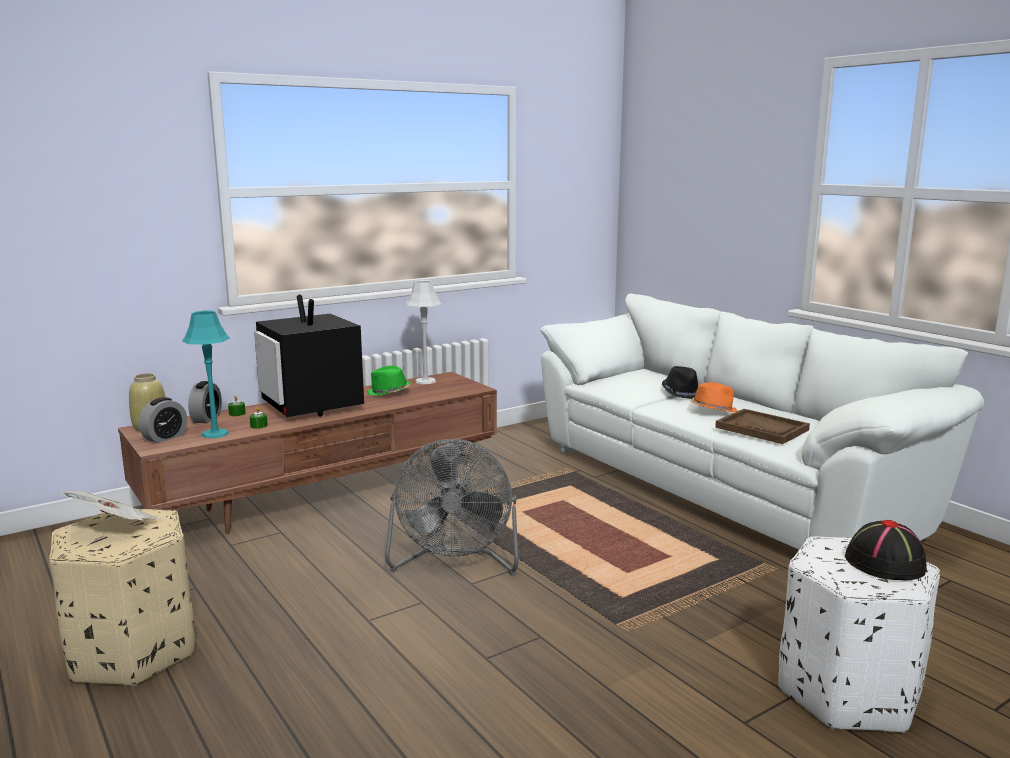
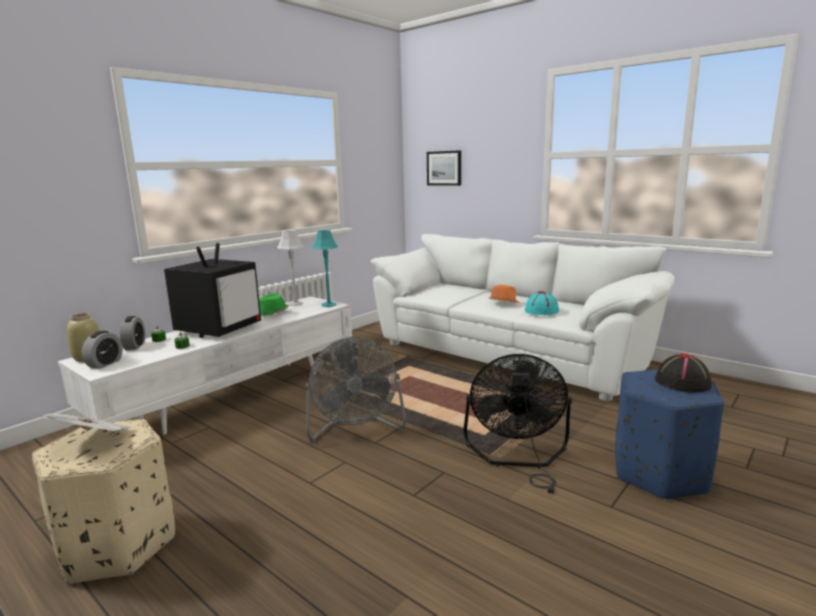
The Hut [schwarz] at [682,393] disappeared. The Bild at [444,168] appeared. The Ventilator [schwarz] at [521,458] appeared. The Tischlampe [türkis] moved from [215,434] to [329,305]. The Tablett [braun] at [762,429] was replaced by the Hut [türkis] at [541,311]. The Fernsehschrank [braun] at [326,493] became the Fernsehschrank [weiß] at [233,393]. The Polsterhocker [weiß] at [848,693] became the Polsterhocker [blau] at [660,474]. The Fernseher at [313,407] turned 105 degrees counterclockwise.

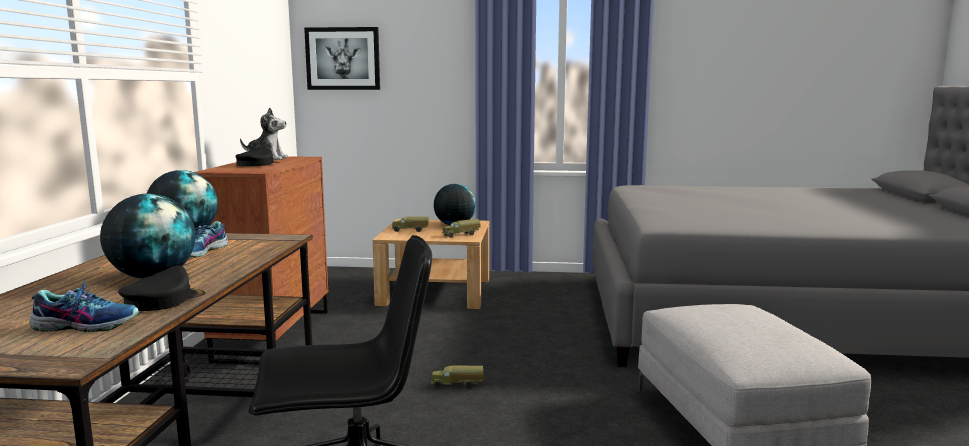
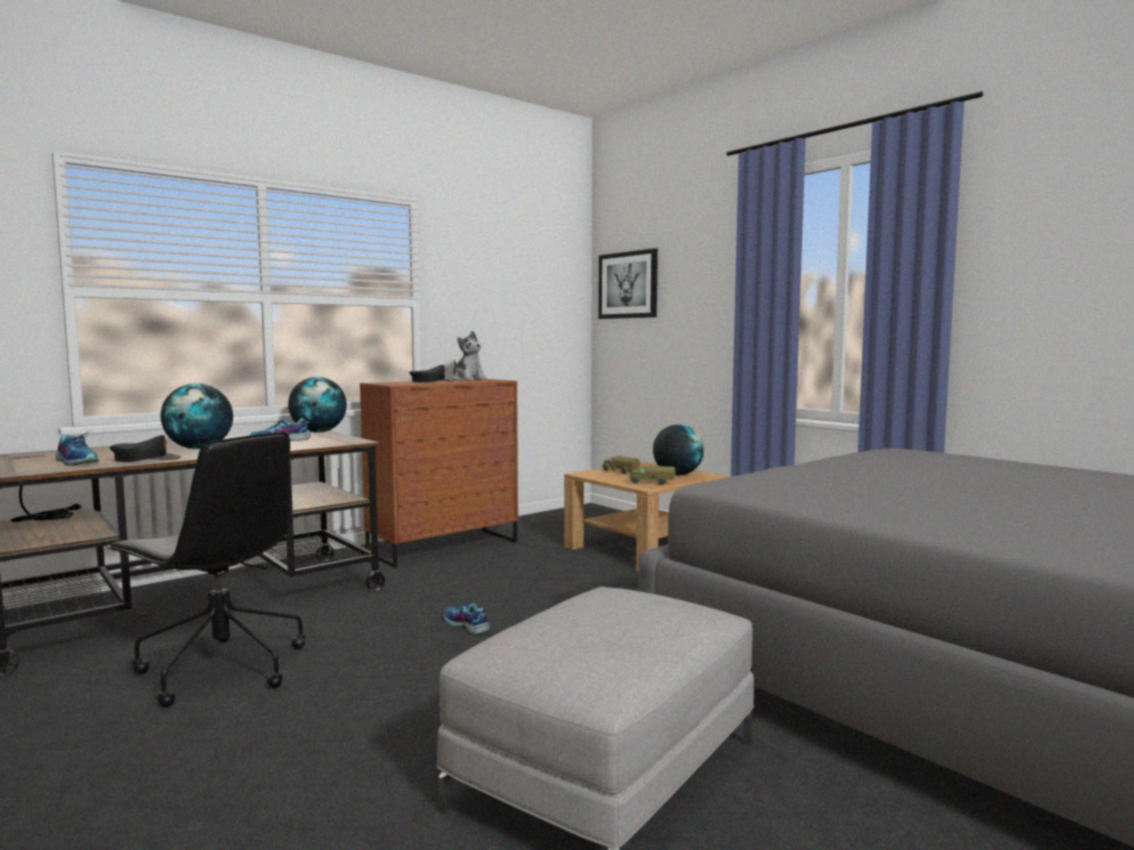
The Spielzeuglaster at [457,385] was replaced by the Schuh at [466,626].

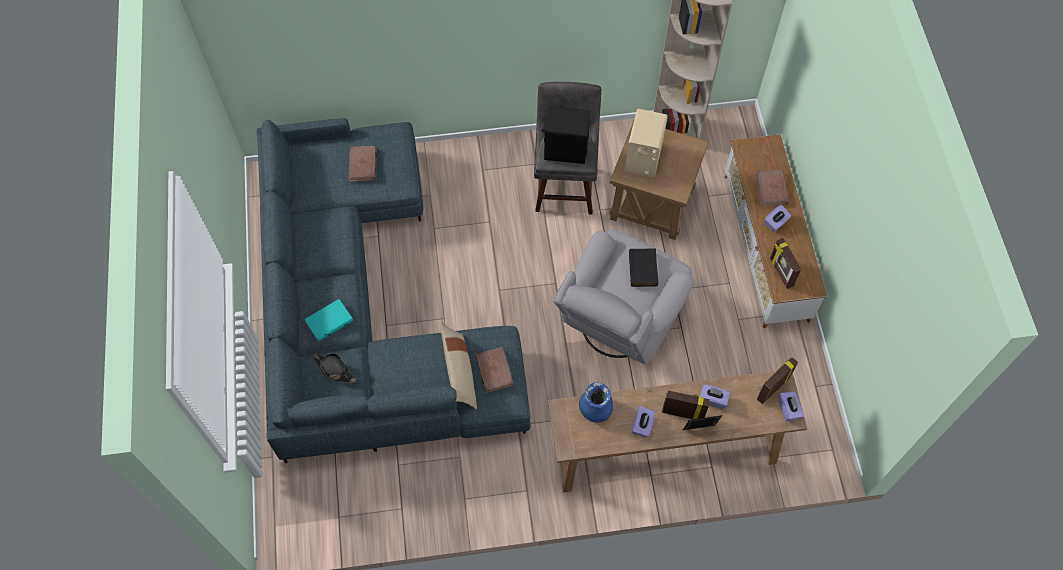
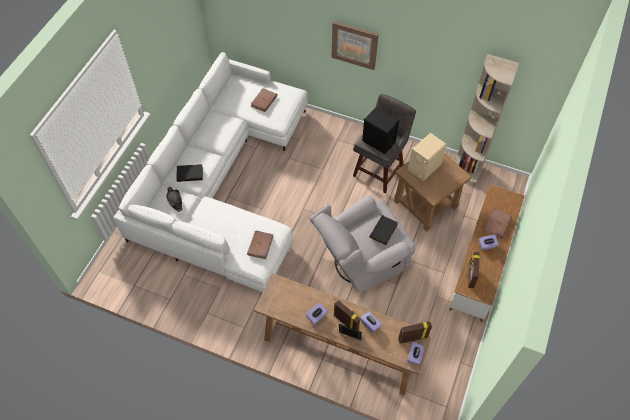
The Kissen [beige] at [459,372] disappeared. The Vase [blau] at [595,410] disappeared. The Bild at [354,44] appeared. The Sofa [blau] at [364,310] became the Sofa [weiß] at [222,183]. The Buch [türkis] at [329,320] became the Buch [schwarz] at [190,173].

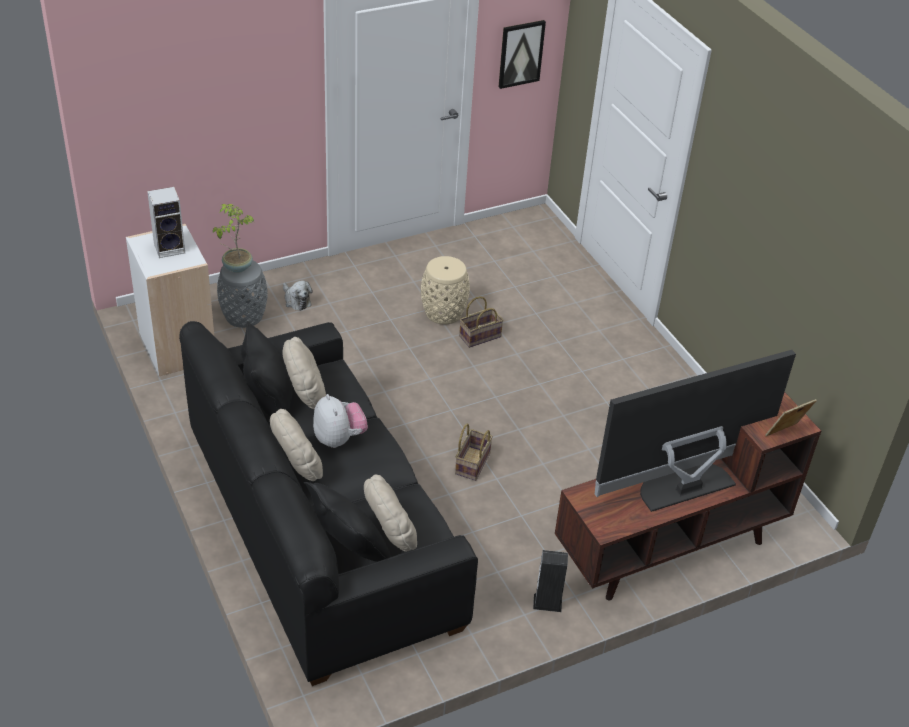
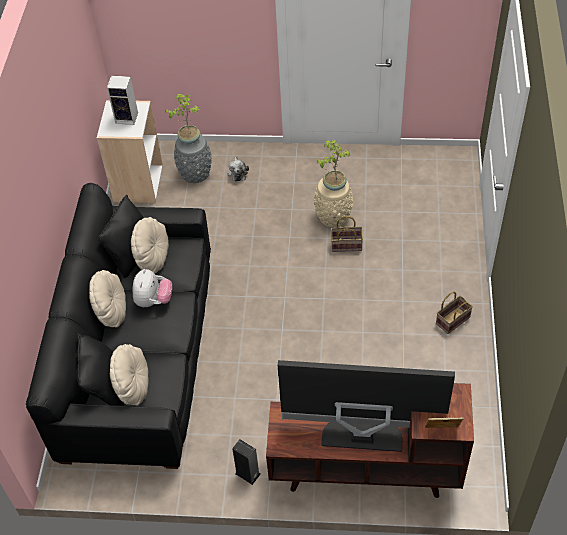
The Bild at [520,53] disappeared. The Topfpflanze at [334,185] appeared. The Korb moved from [472,462] to [453,319].

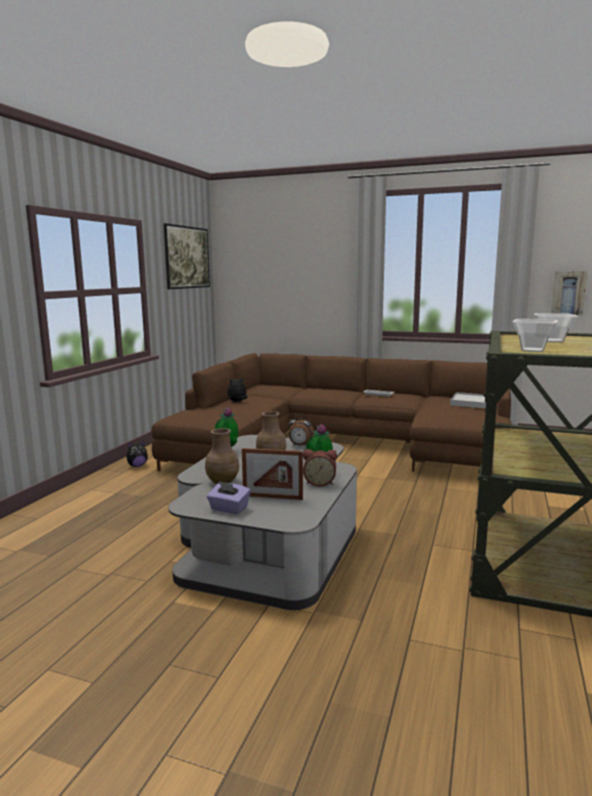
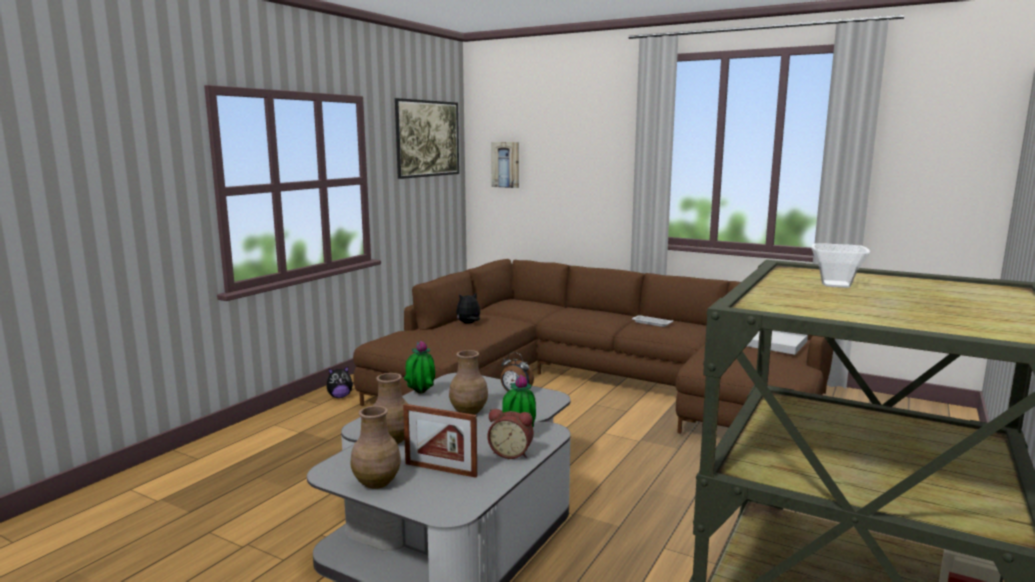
The Schüssel at [533,350] disappeared. The Bild moved from [568,293] to [506,164]. The Taschentuchbox [lila] at [228,509] was replaced by the Vase [braun] at [377,482].

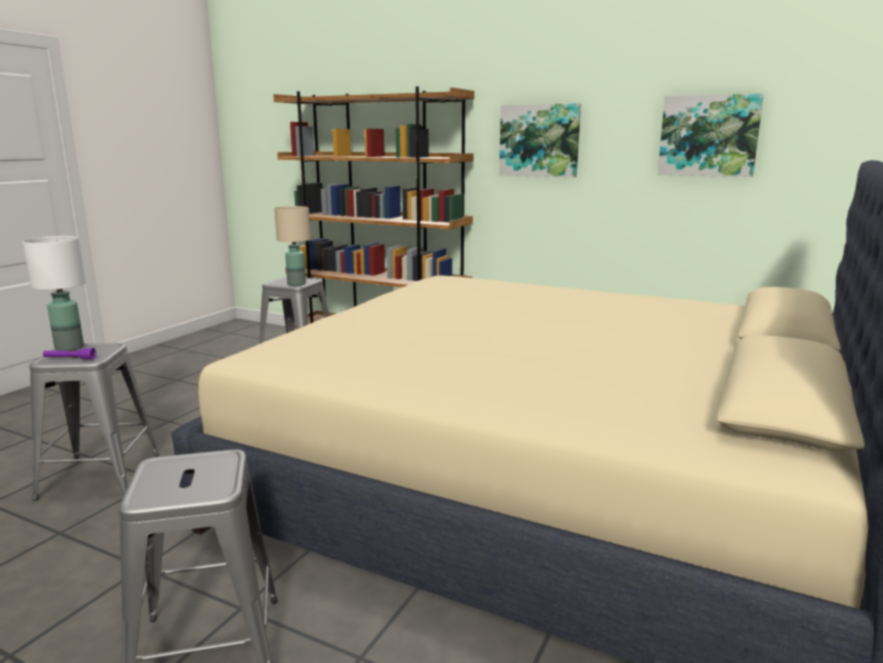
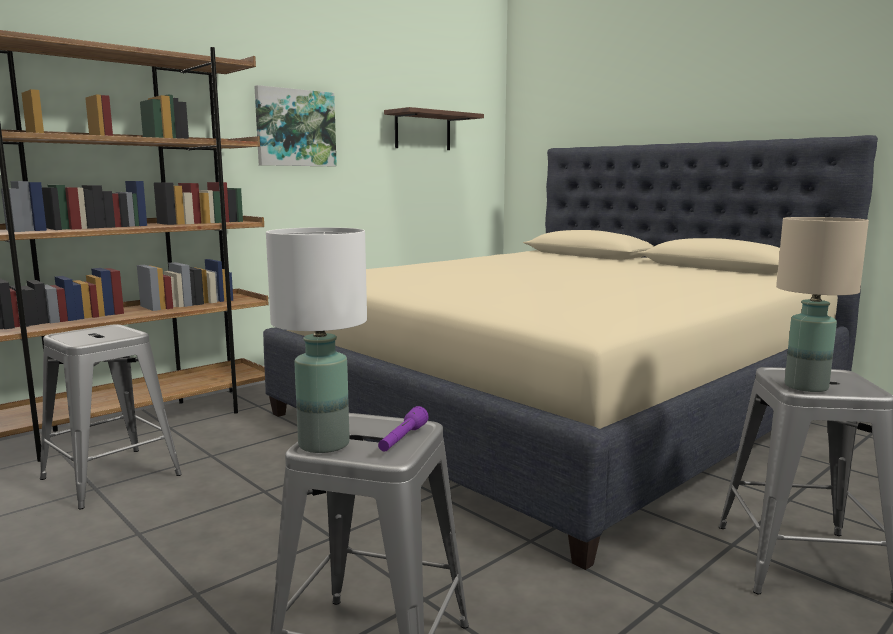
The Tischlampe [beige] moved from [296,284] to [806,387]. The Bild at [708,136] was replaced by the Wandregal at [422,131].

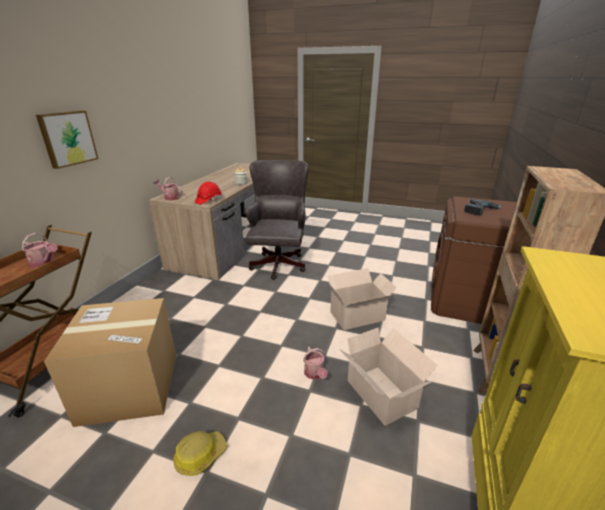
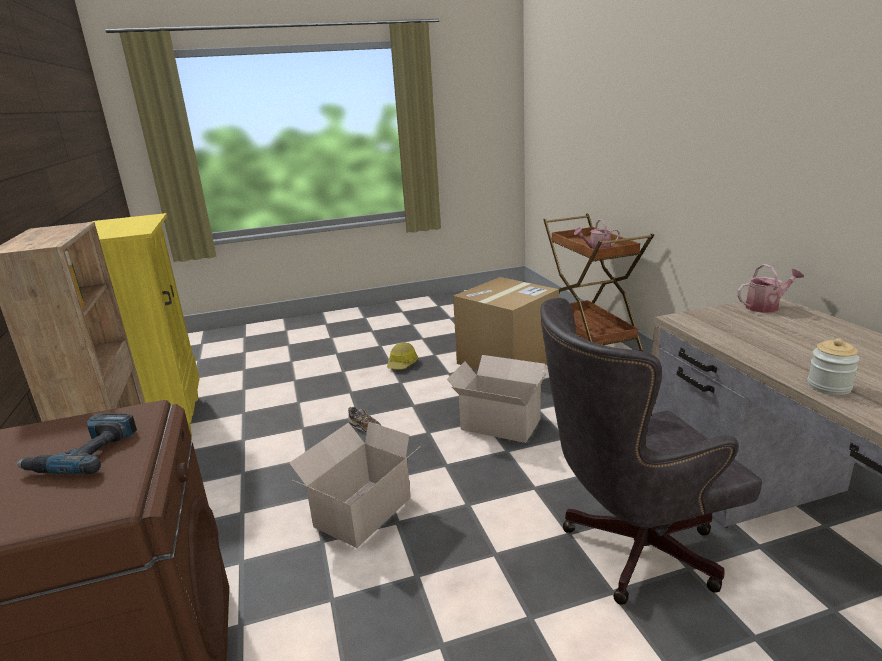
The Bild at [67,138] disappeared. The Schutzhelm [rot] at [208,200] disappeared. The Karton moved from [382,396] to [498,424]. The Gießkanne at [315,374] was replaced by the Schuh at [365,427]. The Bürostuhl [grau] at [279,263] turned 105 degrees clockwise.

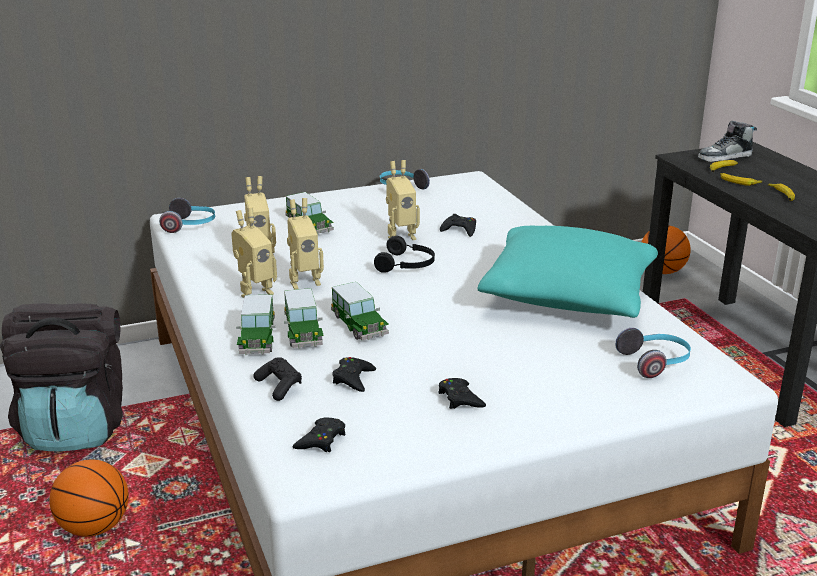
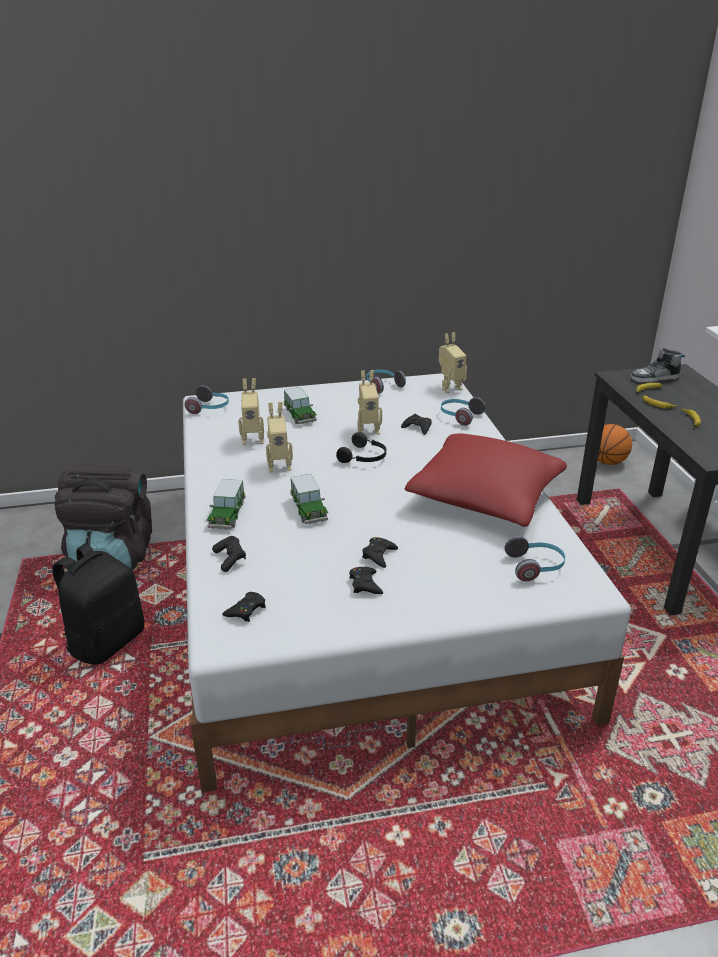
The Spielzeugauto at [303,333] disappeared. The Kopfhörer at [459,416] appeared. The Spielzeugroboter moved from [254,293] to [450,388]. The Gamepad [schwarz] moved from [353,378] to [379,555]. The Basketball at [94,527] was replaced by the Rucksack [schwarz] at [106,641]. The Kissen [türkis] at [567,295] became the Kissen [rot] at [484,496].

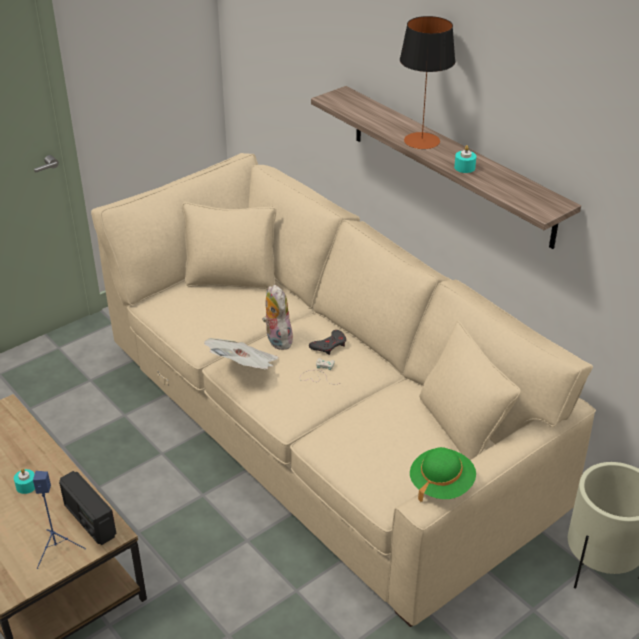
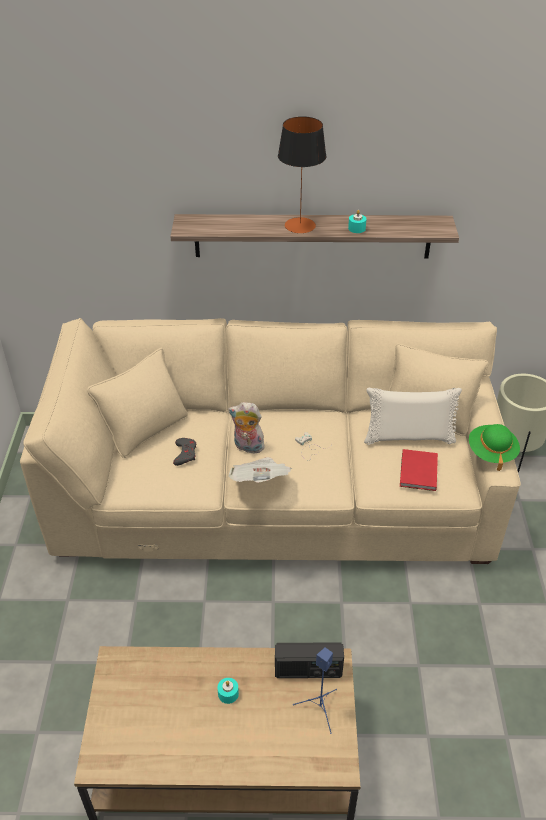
The Kissen [weiß] at [408,436] appeared. The Buch [rot] at [417,472] appeared. The Gamepad [grau] moved from [329,345] to [185,453].

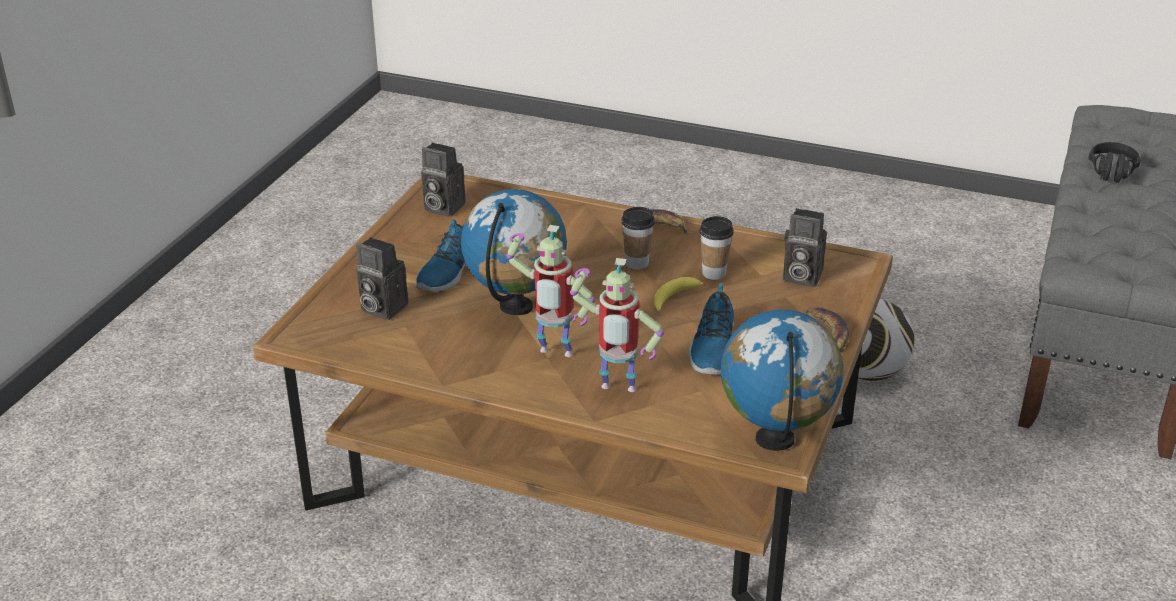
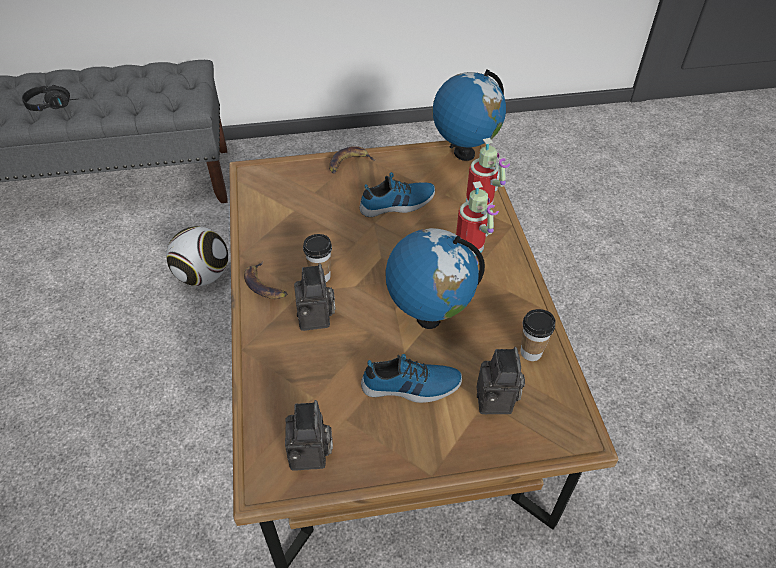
The Banane at [674,298] disappeared. The Tasse moved from [714,273] to [531,352]. The Kamera moved from [799,277] to [317,319].

